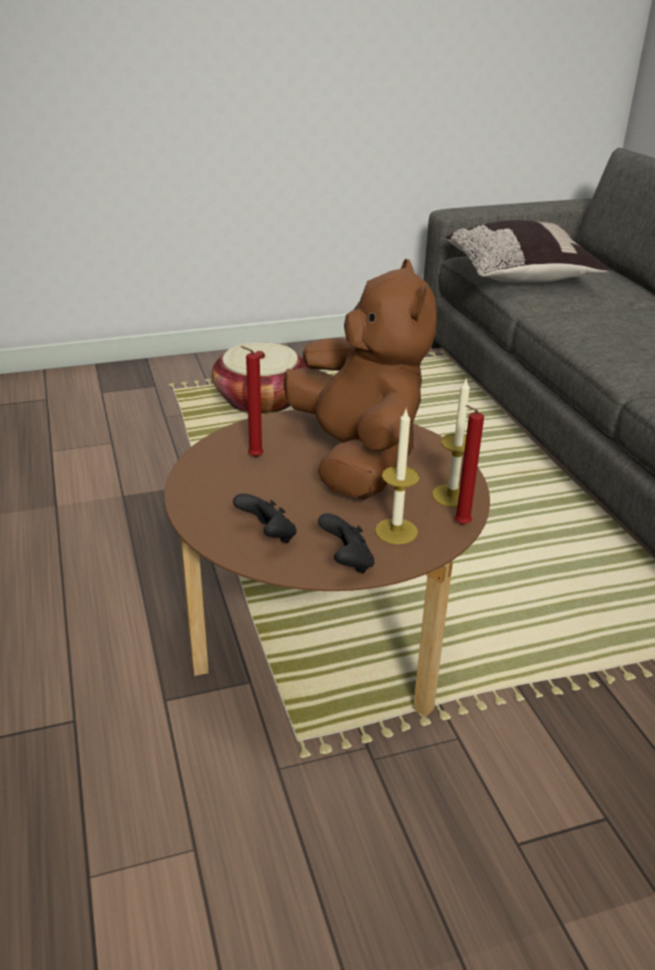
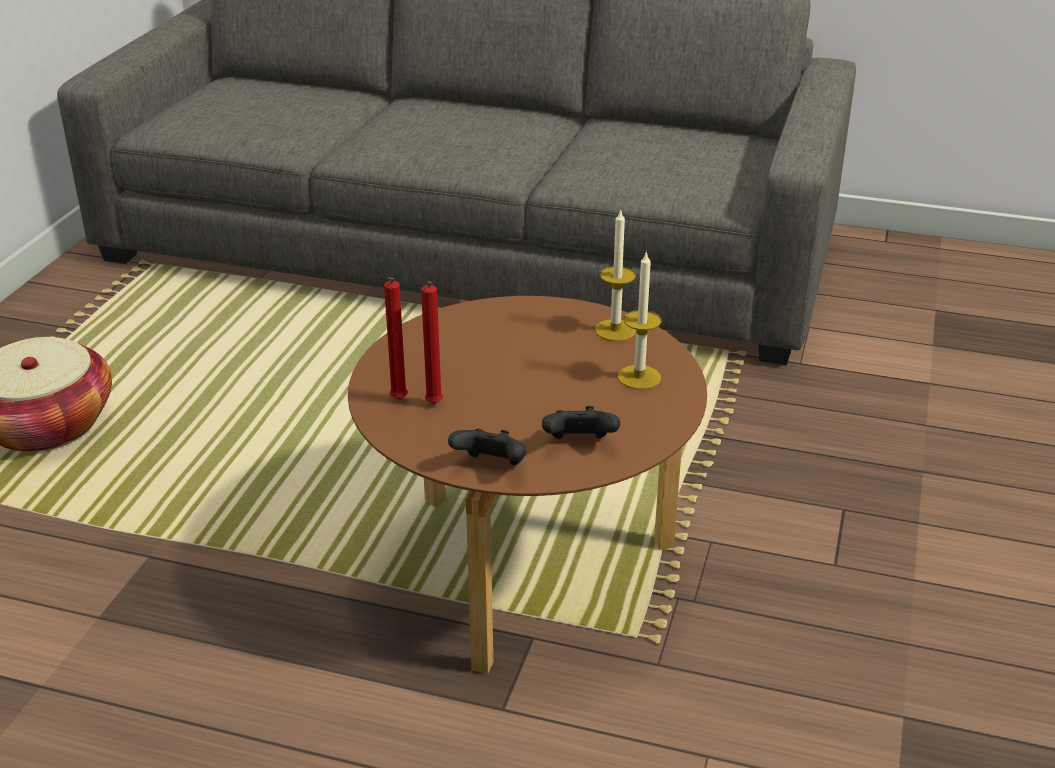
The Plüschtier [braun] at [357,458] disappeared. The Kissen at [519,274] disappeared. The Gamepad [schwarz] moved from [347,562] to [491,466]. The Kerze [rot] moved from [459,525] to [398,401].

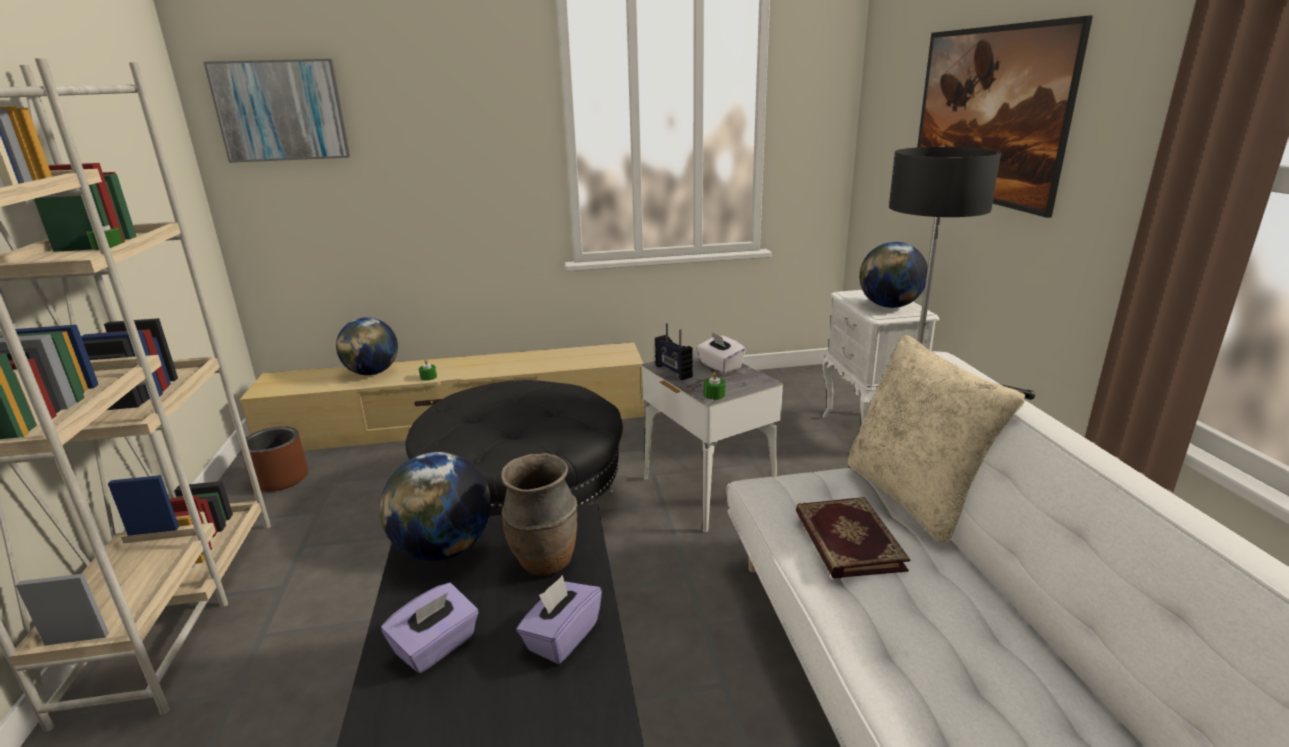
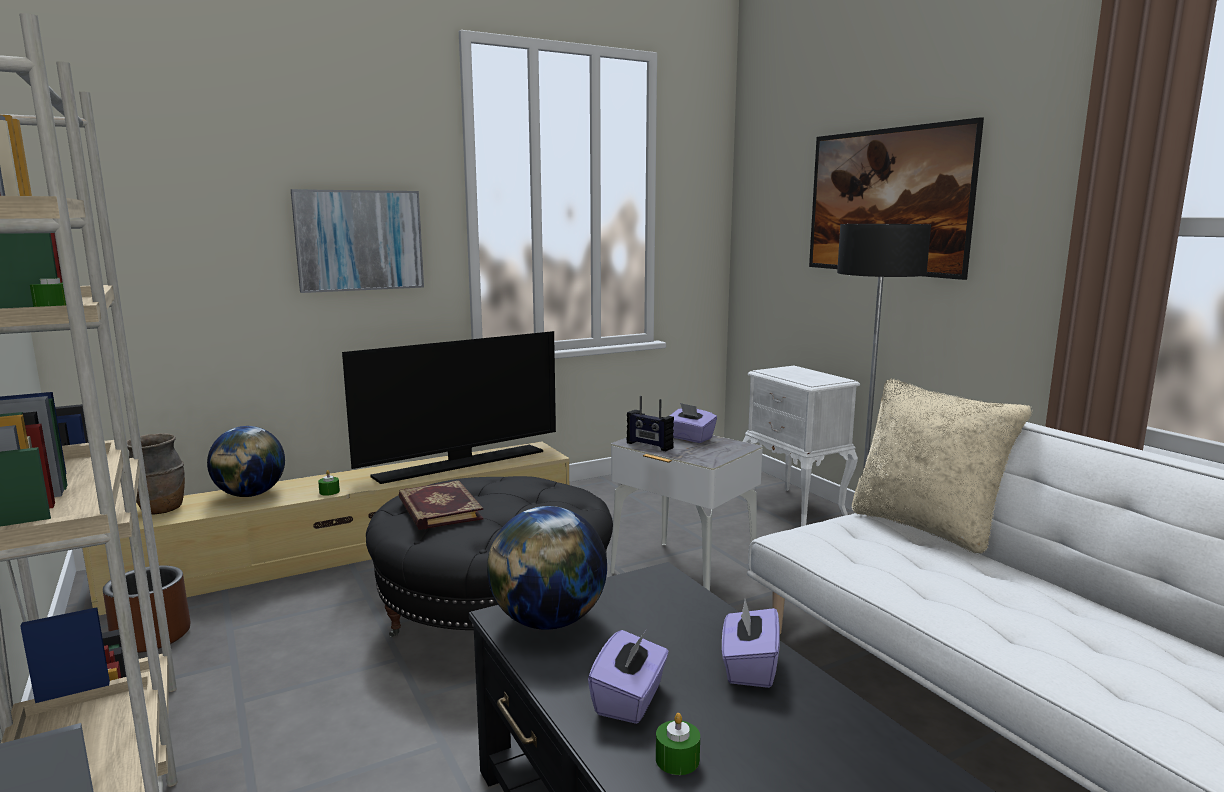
The Globus at [889,306] disappeared. The Fernseher at [460,464] appeared. The Bild moved from [281,111] to [359,240]. The Vase [braun] moved from [545,562] to [161,510]. The Kerze [grün] moved from [714,395] to [677,759]. The Buch moved from [846,541] to [438,509]. The Taschentuchbox [weiß] at [720,366] became the Taschentuchbox [lila] at [690,438].

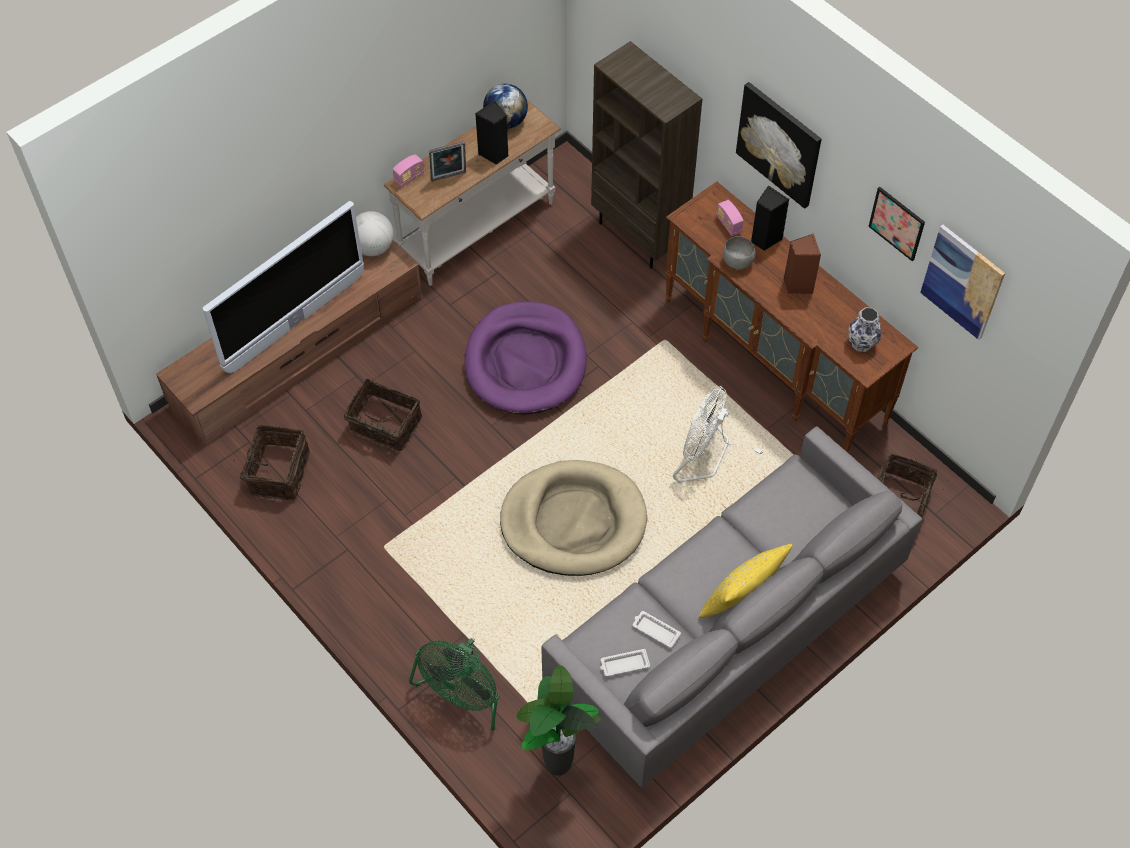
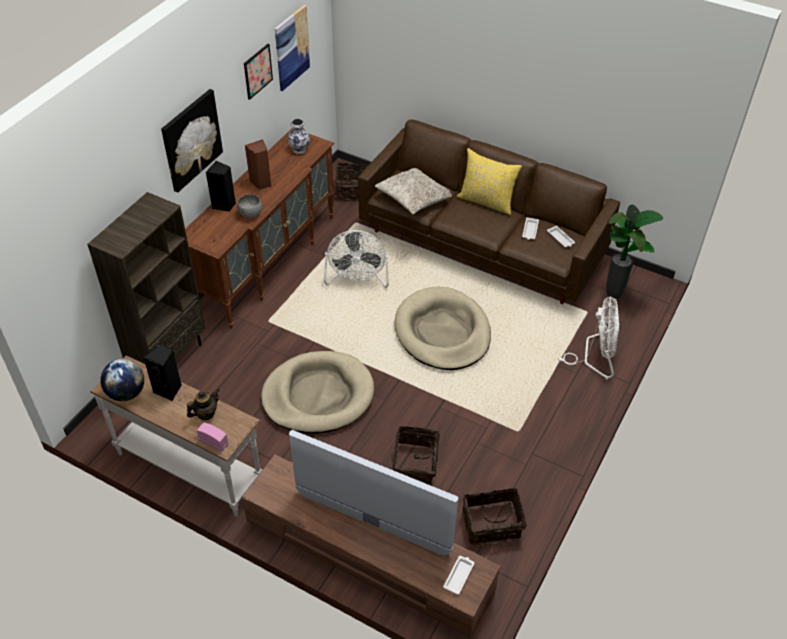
The Globus at [373,247] disappeared. The Radio at [728,224] disappeared. The Kissen [beige] at [413,198] appeared. The Tablett [weiß] at [459,575] appeared. The Bilderrahmen at [449,177] was replaced by the Teekanne at [205,413]. The Ventilator [grün] at [462,689] became the Ventilator [weiß] at [595,354]. The Hundebett [lila] at [525,362] became the Hundebett [beige] at [318,395]. The Sofa [grau] at [725,631] became the Sofa [braun] at [481,245].

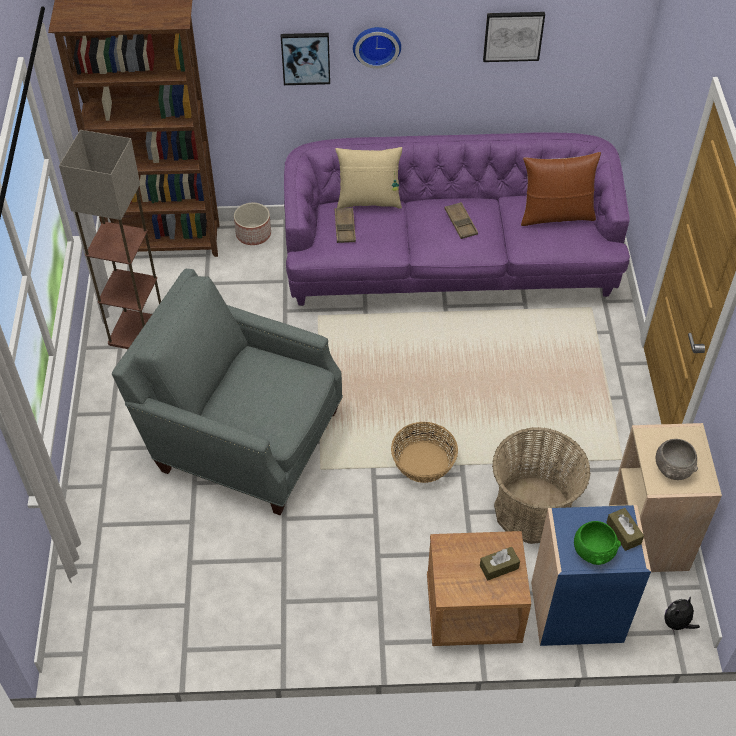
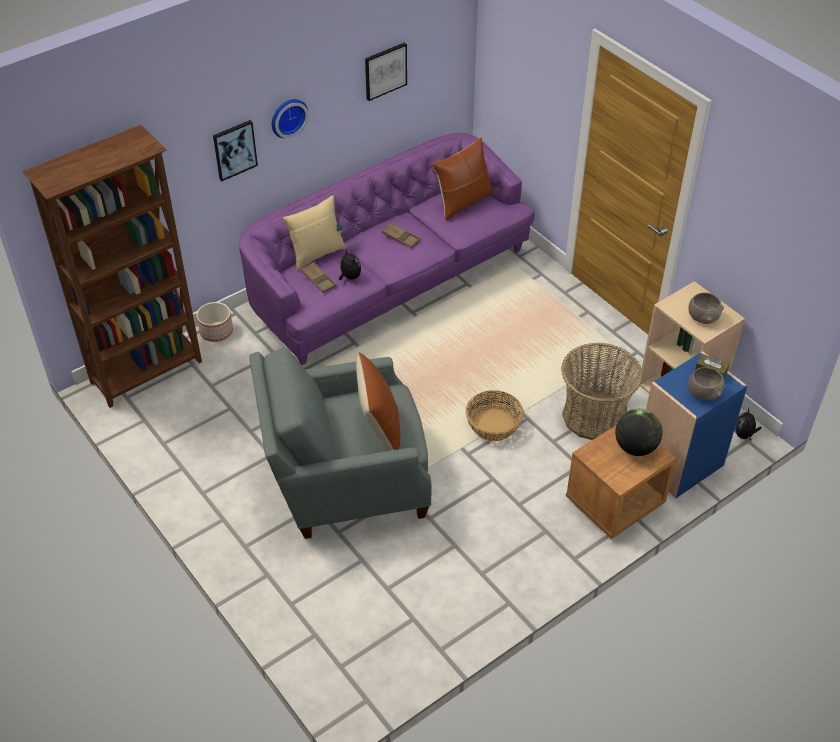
The Stehlampe at [137,331] disappeared. The Plüschtier at [349,277] appeared. The Kissen [braun] at [379,426] appeared. The Taschentuchbox [braun] at [499,567] was replaced by the Globus at [635,447]. The Schüssel [grün] at [593,551] became the Schüssel [grau] at [703,393].

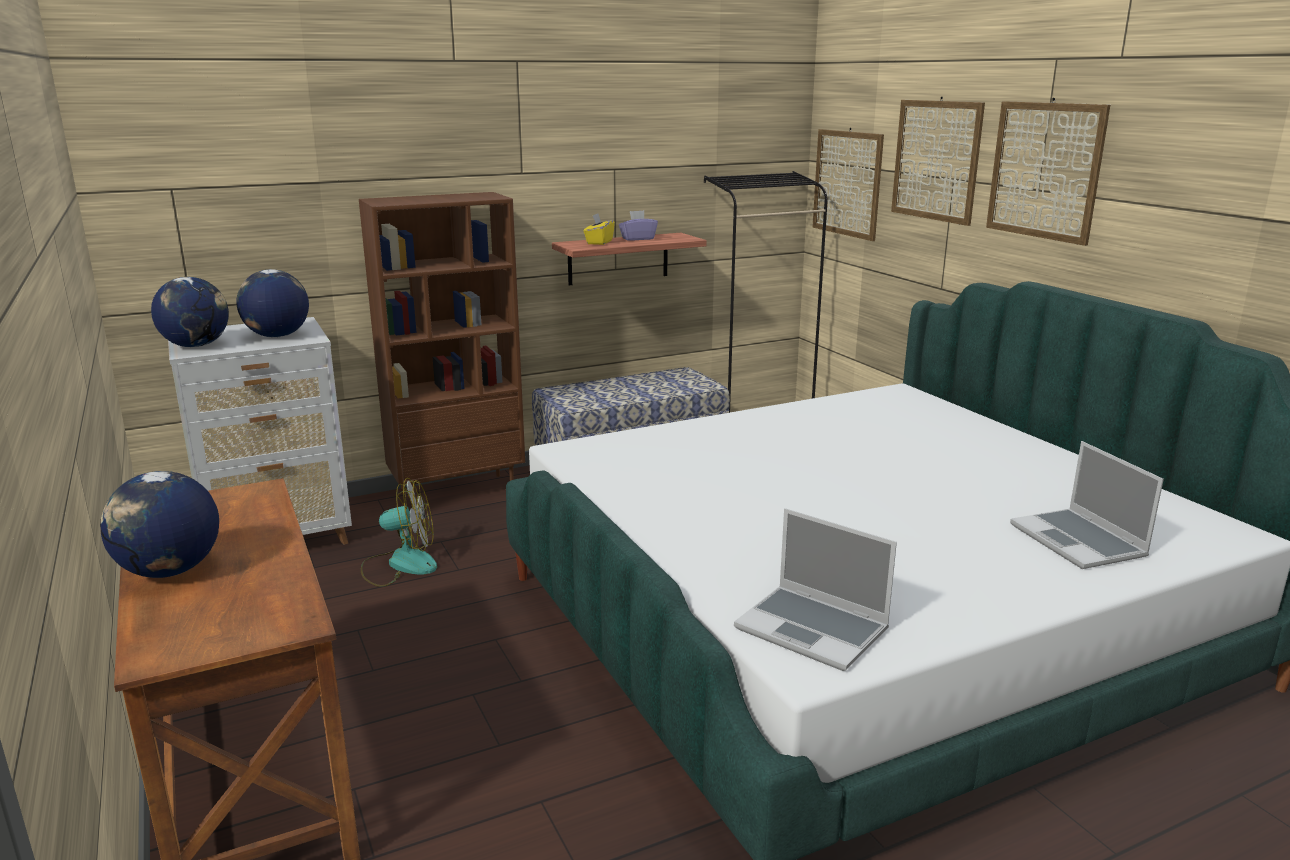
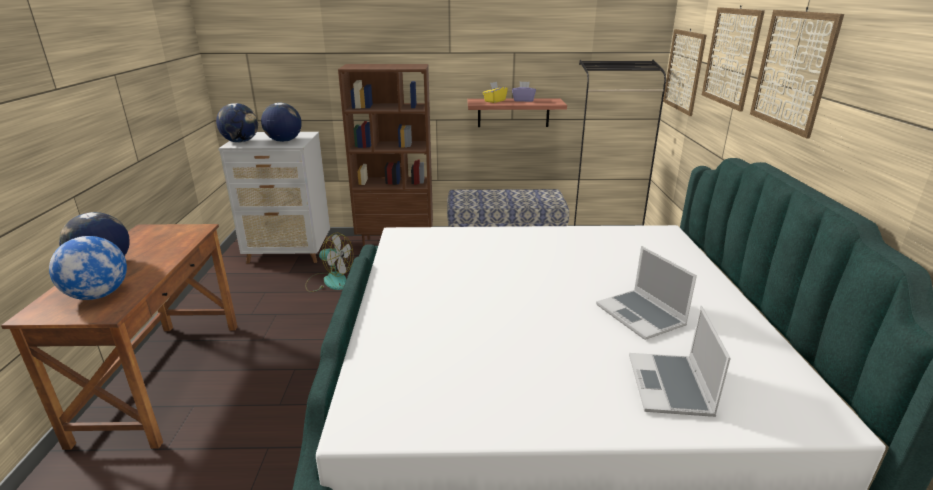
The Globus at [98,295] appeared. The Laptop moved from [814,629] to [641,316].

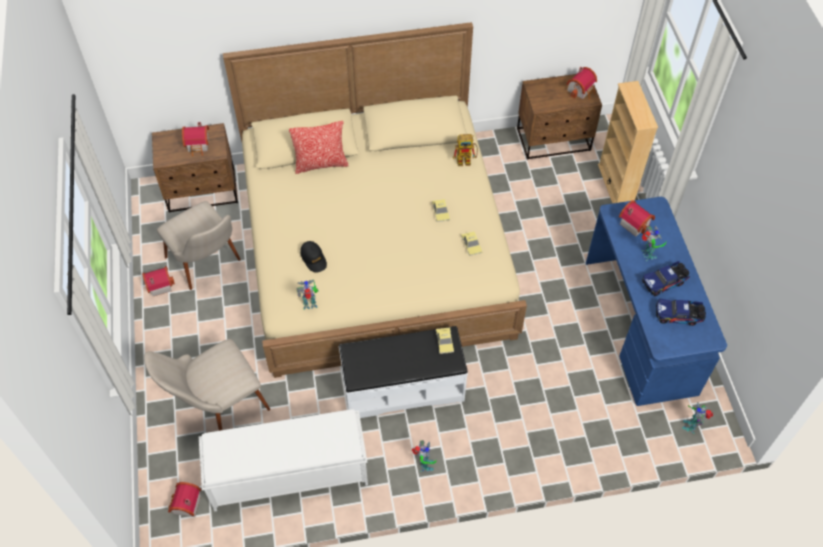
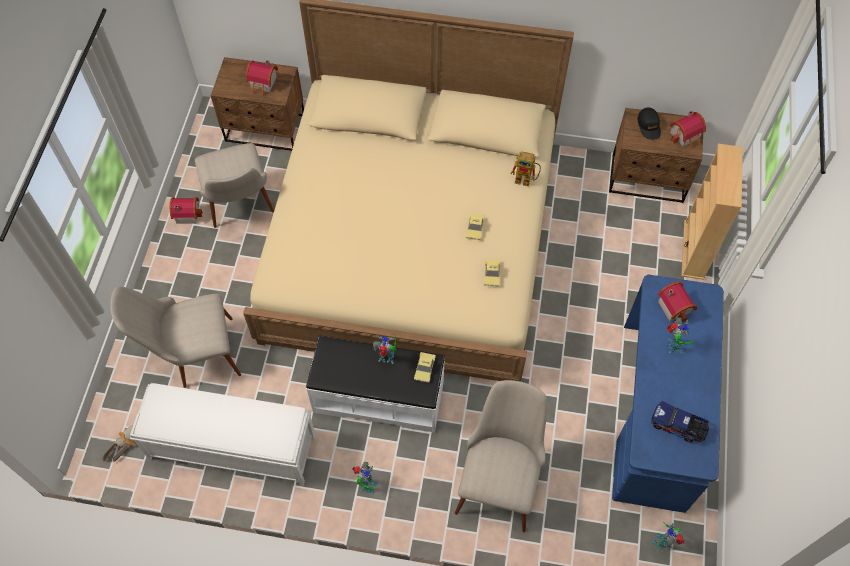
The Kissen at [321,164] disappeared. The Spielzeuglaster at [665,282] disappeared. The Stuhl [beige] at [499,479] appeared. The Spielzeugroboter moved from [310,305] to [387,358]. The Kappe [schwarz] moved from [314,259] to [649,126]. The Spielzeughaus at [185,505] was replaced by the Schuh at [124,443].

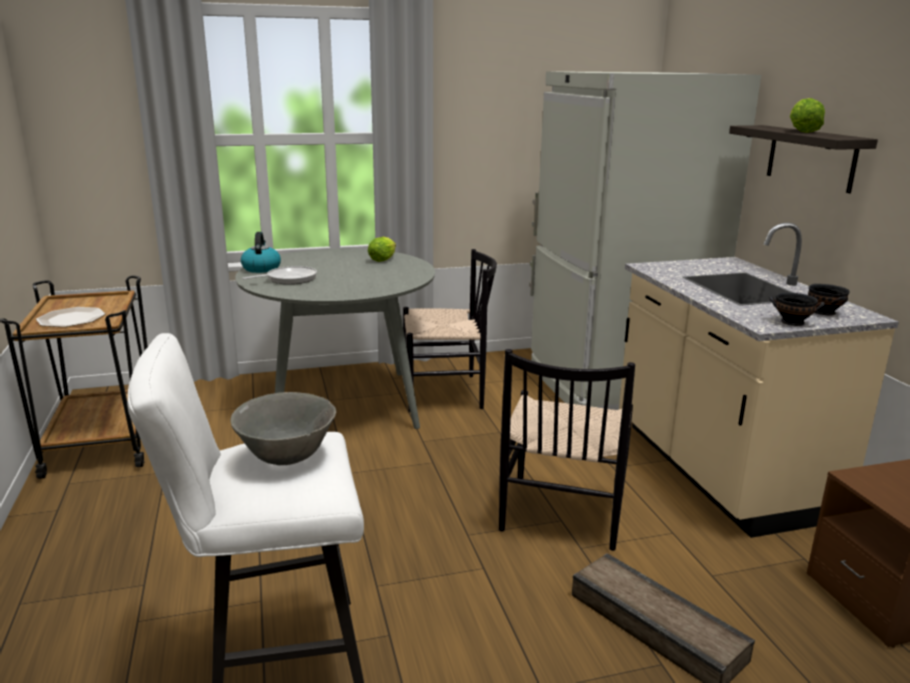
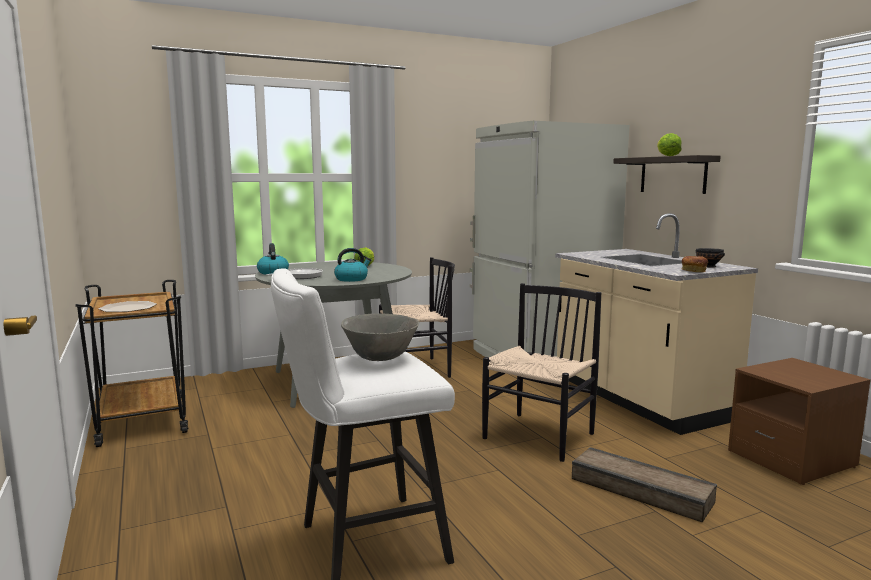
The Wasserkessel at [352,279] appeared. The Schüssel [schwarz] at [793,322] was replaced by the Brot at [693,270]. The Stuhl [schwarz] at [561,517] turned 150 degrees counterclockwise.

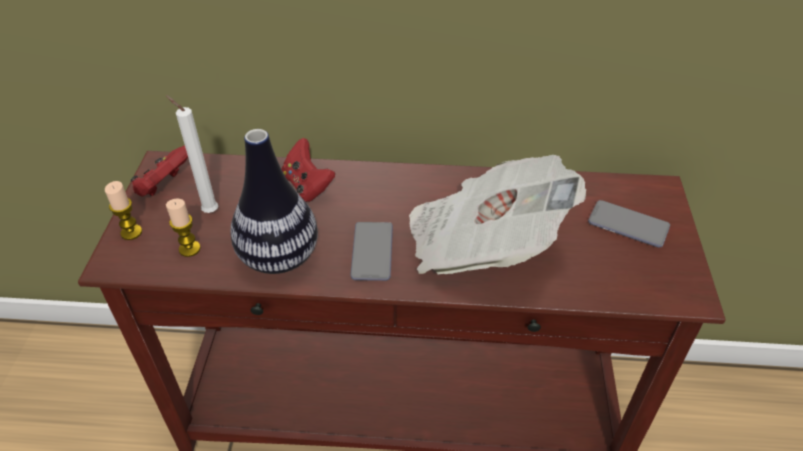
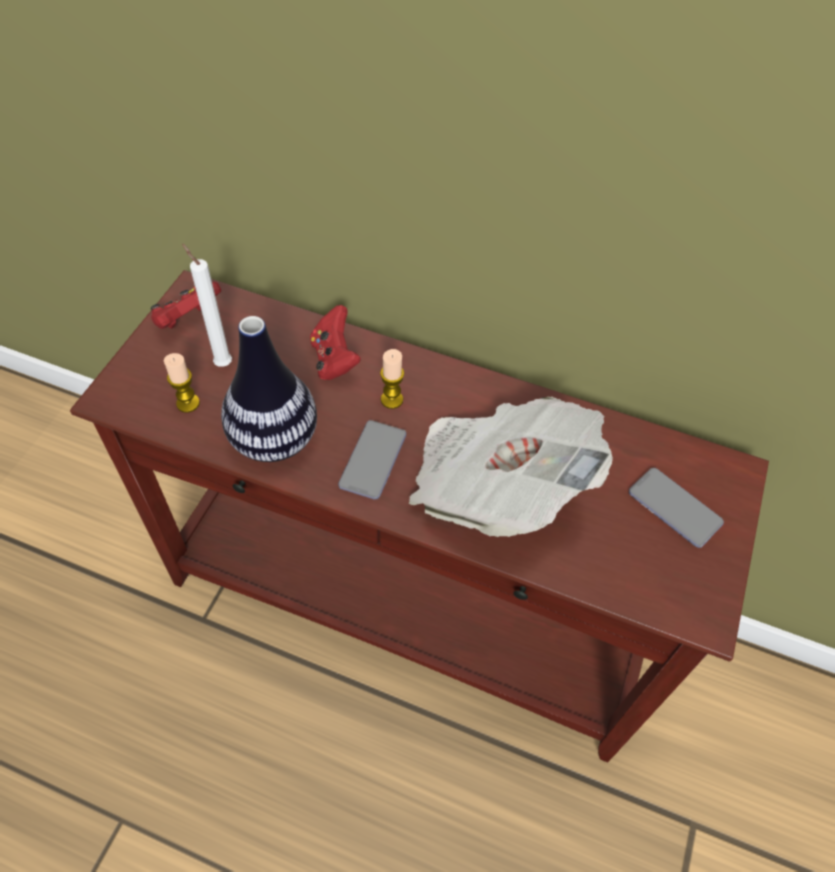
The Kerze moved from [131,232] to [392,399].

